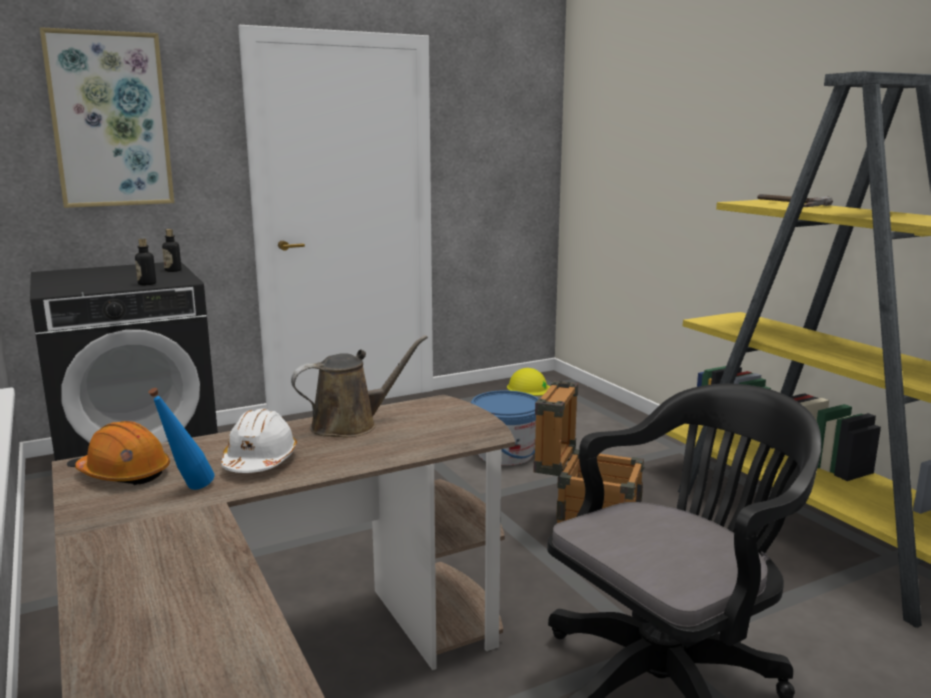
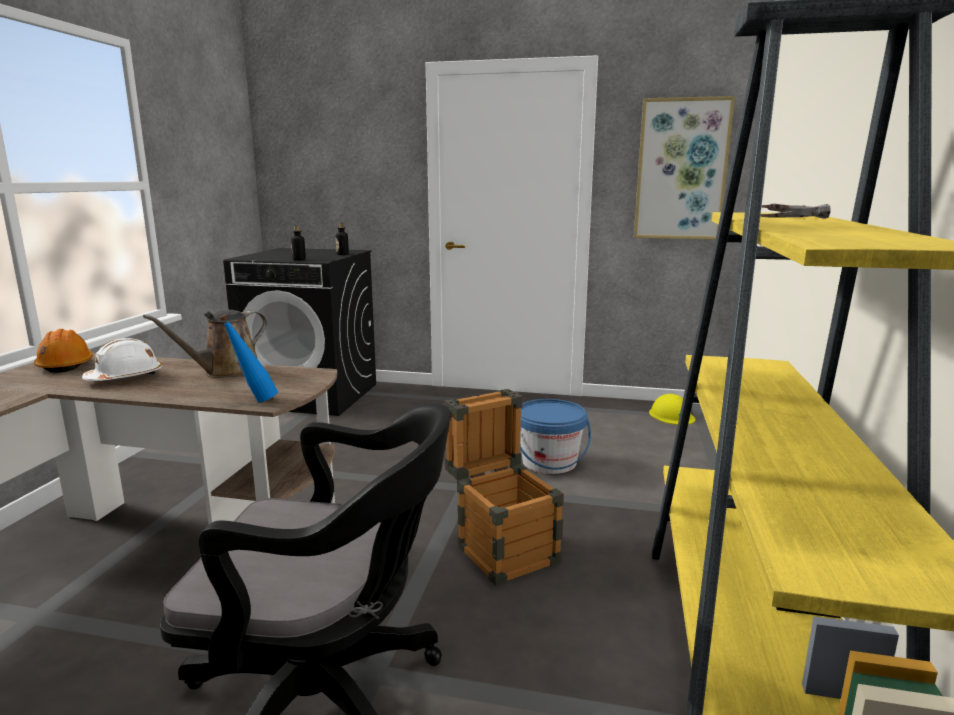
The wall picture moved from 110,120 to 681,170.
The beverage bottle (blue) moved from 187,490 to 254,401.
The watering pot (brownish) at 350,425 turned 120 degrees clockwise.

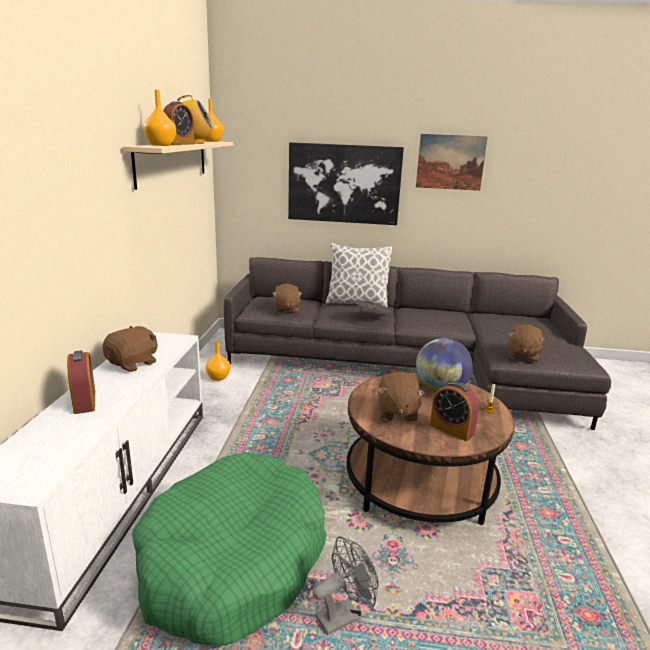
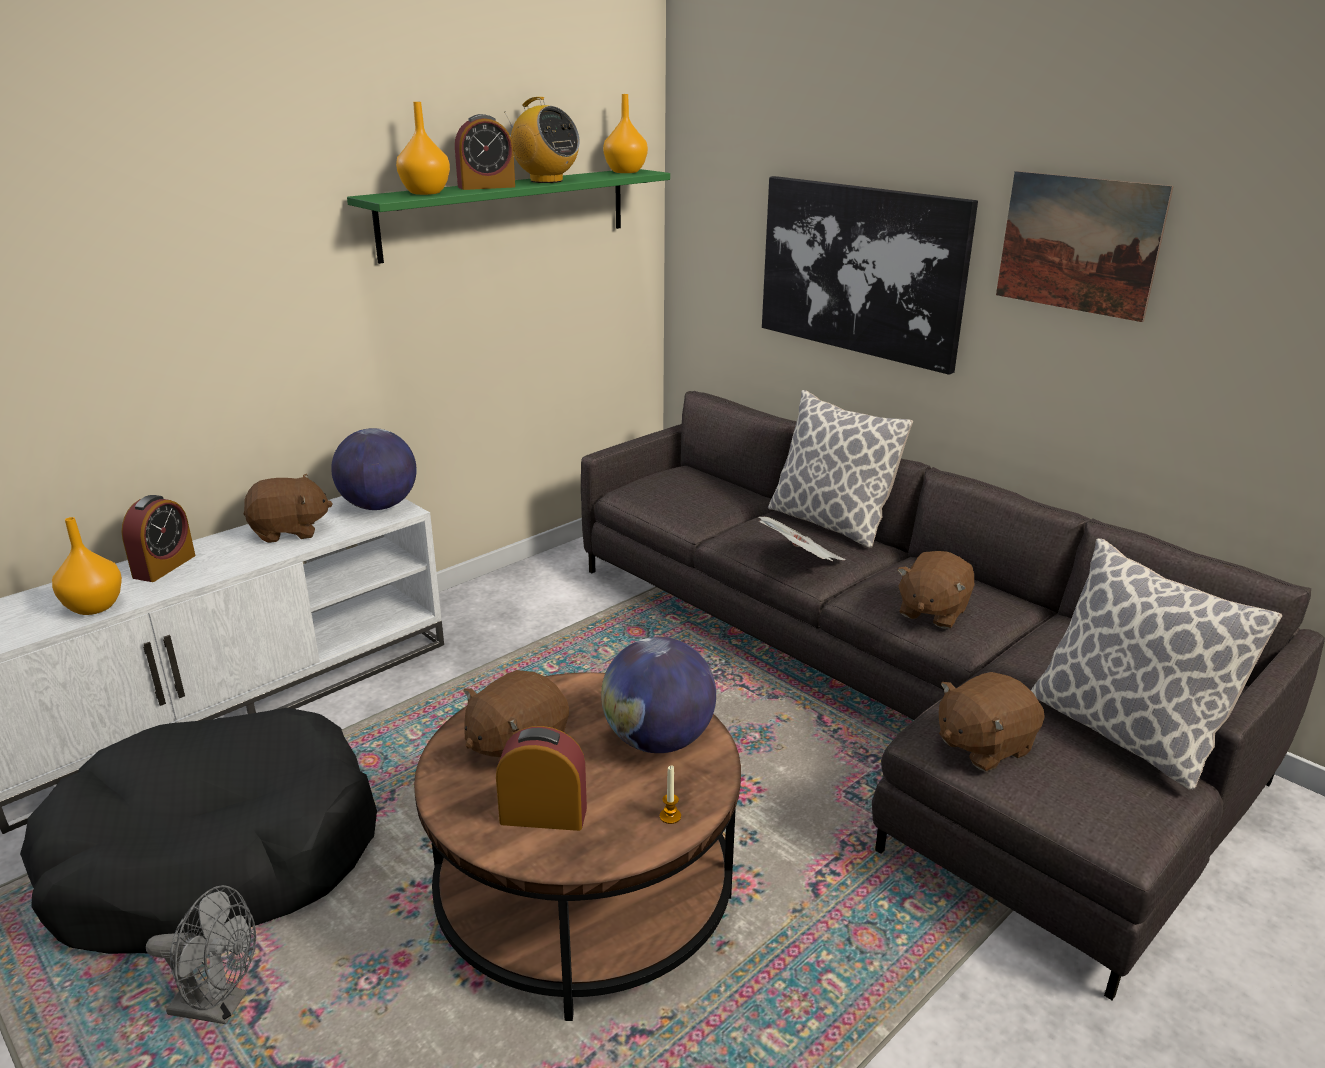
The wall shelf (sand-coloured) at 173,161 became the wall shelf (green-coloured) at 507,212.
The dog cushion (green-coloured) at 233,560 became the dog cushion (black) at 216,857.
The flower vase (orange) moved from 219,377 to 95,607.
The soft toy (brownish) moved from 286,310 to 932,612.
The bedside clock at 451,429 turned 105 degrees clockwise.
The world globe at 379,506 appeared.
The pillow at 1122,732 appeared.

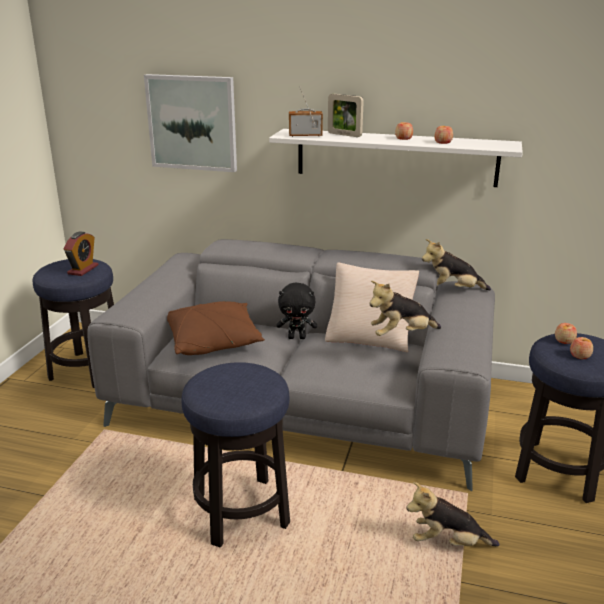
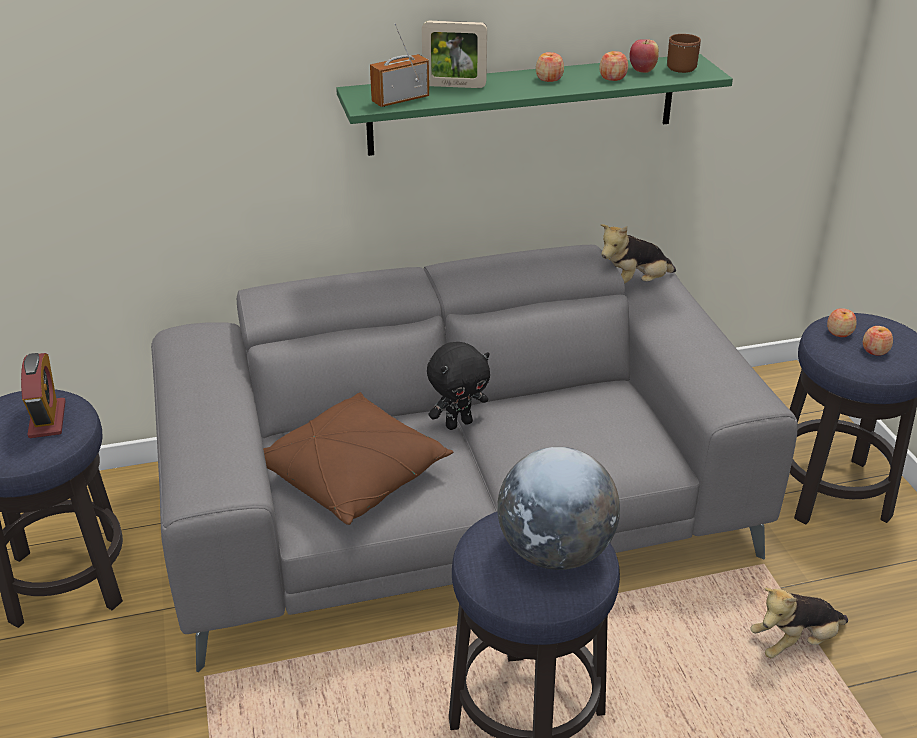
The wall picture at 192,123 disappeared.
The wall shelf (white-coloured) at 396,157 became the wall shelf (green-coloured) at 523,104.
The pillow (sand-coloured) at 370,336 disappeared.
The soft toy at 401,335 disappeared.
The world globe at 555,551 appeared.
The apple at 642,70 appeared.
The coffee mug (brownish) at 679,66 appeared.

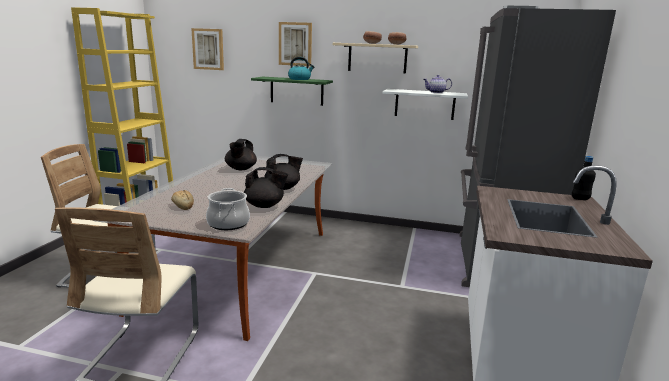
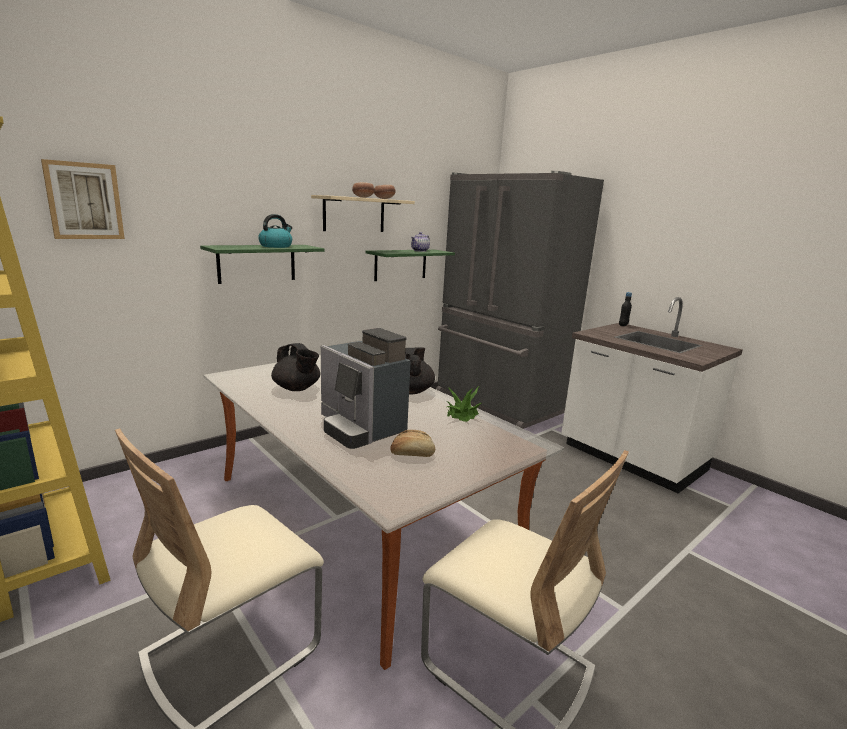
The cooking pot at 228,224 disappeared.
The tea pot (black) at 265,206 was replaced by the houseplant at 463,414.
The wall picture at 295,44 disappeared.
The wall shelf (white-coloured) at 424,104 became the wall shelf (green-coloured) at 400,264.
The coffee machine at 360,428 appeared.

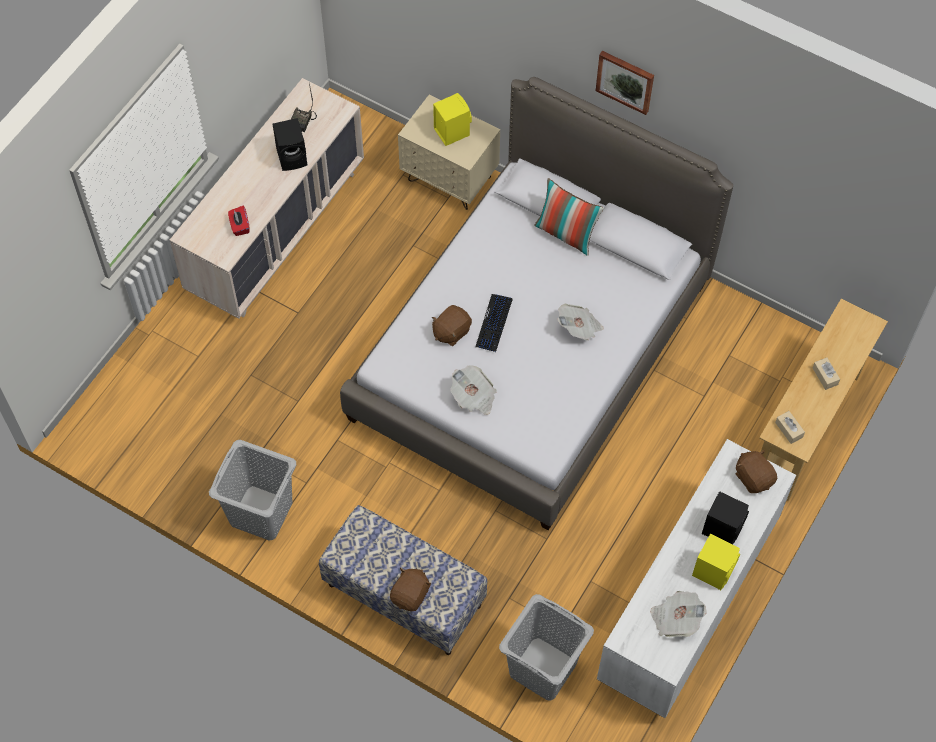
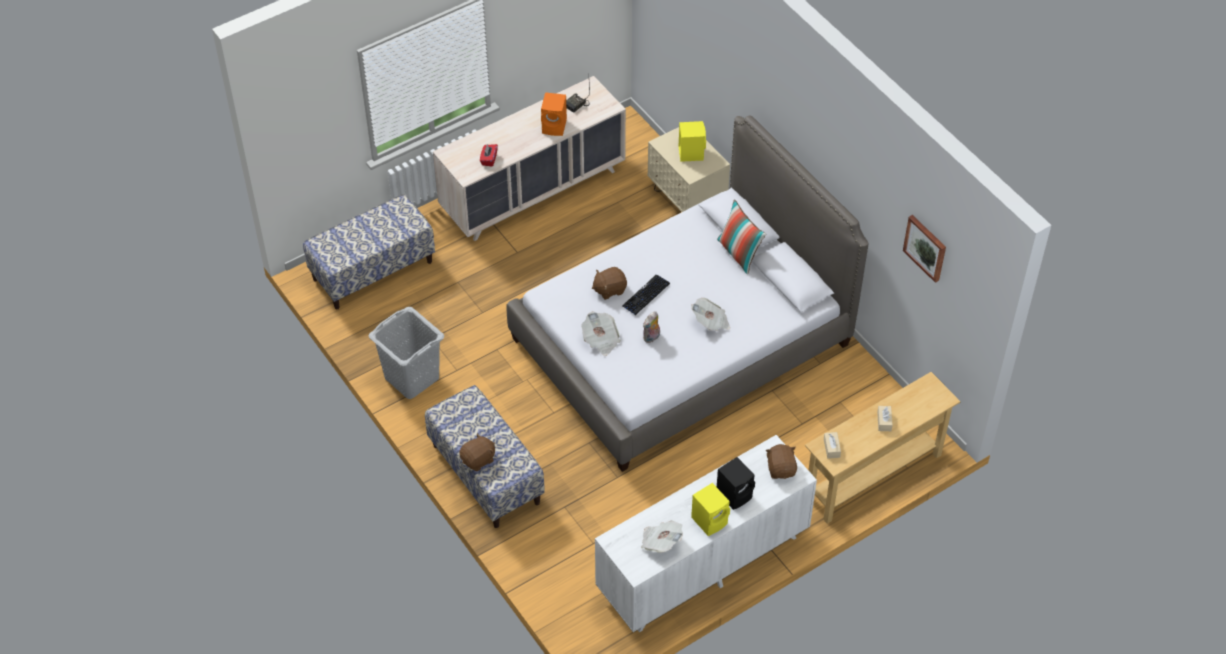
The speaker (black) at 293,157 became the speaker (orange) at 555,127.
The hamper (gray) at 543,668 disappeared.
The wall picture moved from 625,81 to 925,247.
The long seat at 373,270 appeared.
The soft toy at 651,338 appeared.

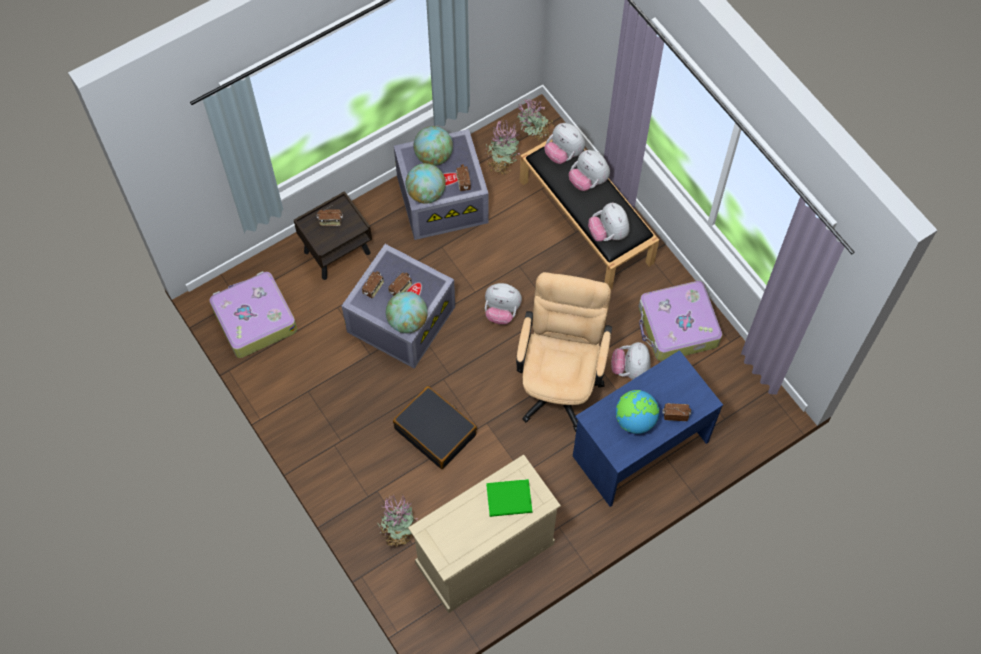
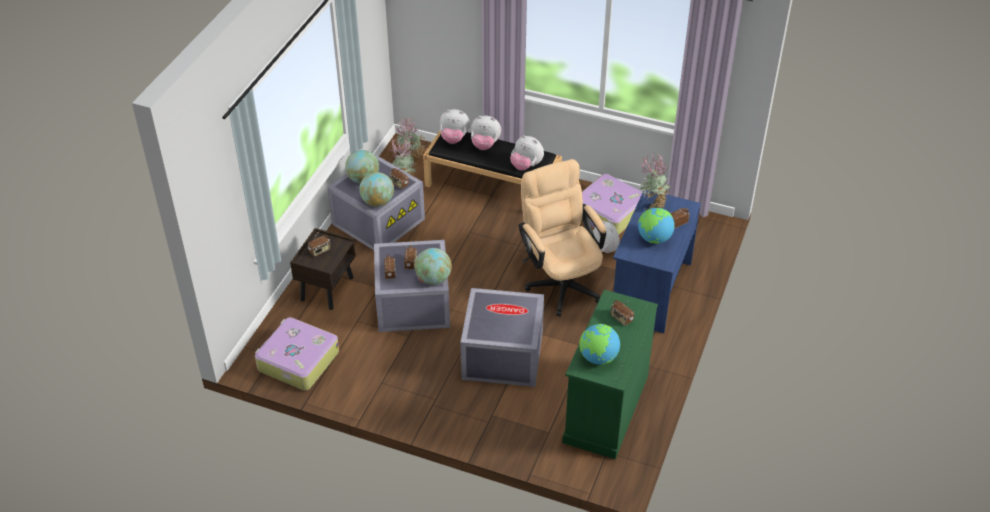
The houseplant moved from 398,532 to 652,204.
The piece of luggage (black) at 435,431 was replaced by the storage bin (gray) at 501,356.
The dresser (sand-coloured) at 484,553 became the dresser (green-coloured) at 605,408.
The soft toy at 501,311 disappeared.
The volume (green-coloured) at 510,499 was replaced by the radio at 621,318.
The world globe at 598,358 appeared.

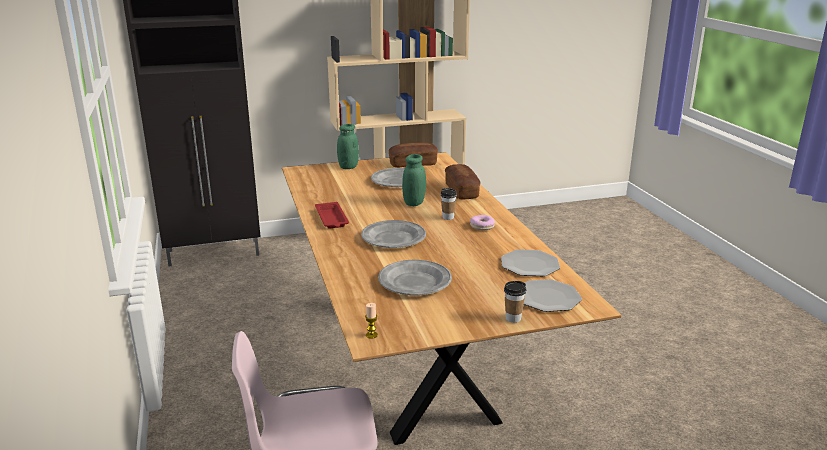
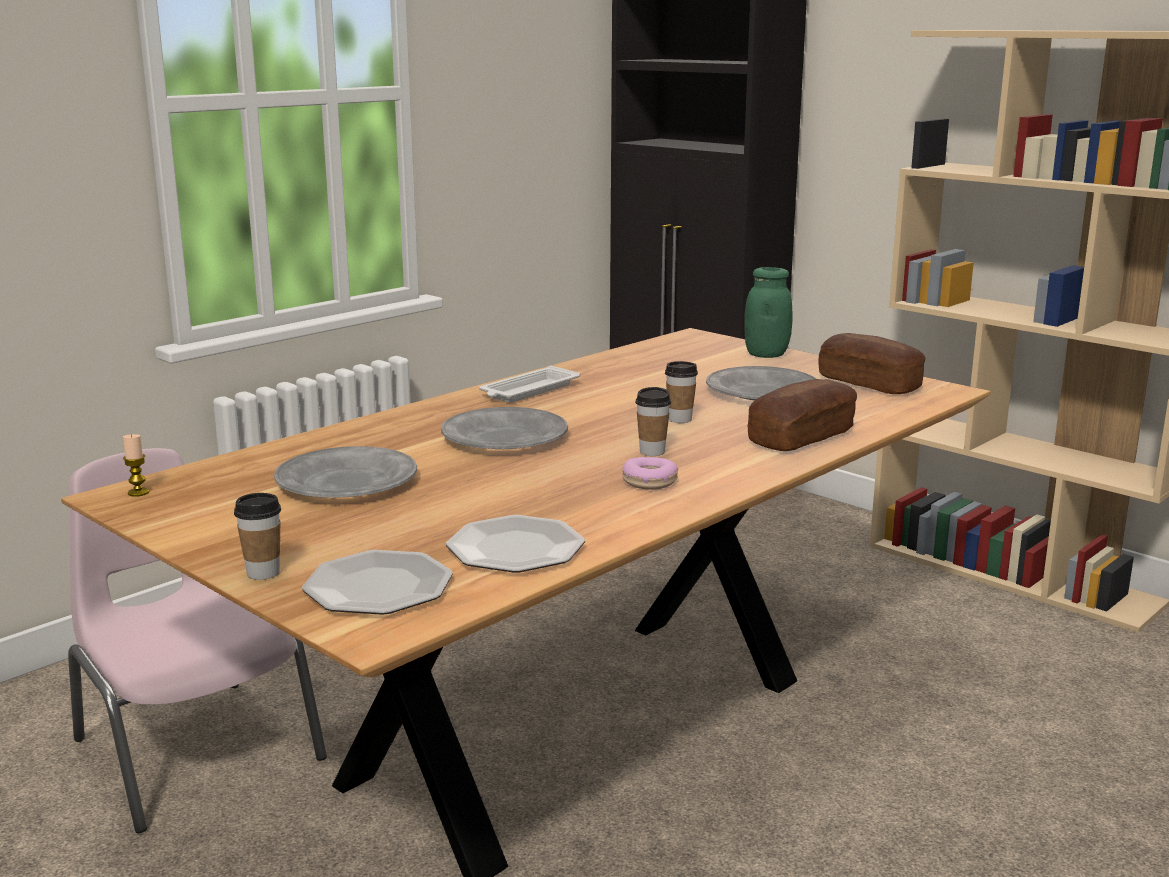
The serving tray (red) at 332,219 became the serving tray (white-coloured) at 528,391.
The preserve jar (green-coloured) at 414,203 was replaced by the drinking cup at 680,419.

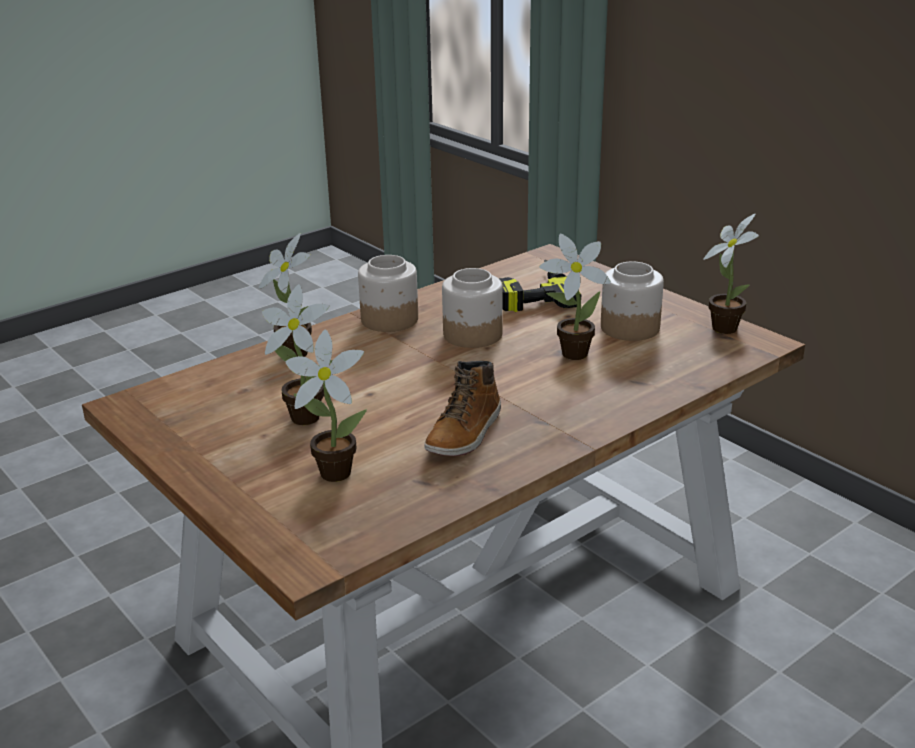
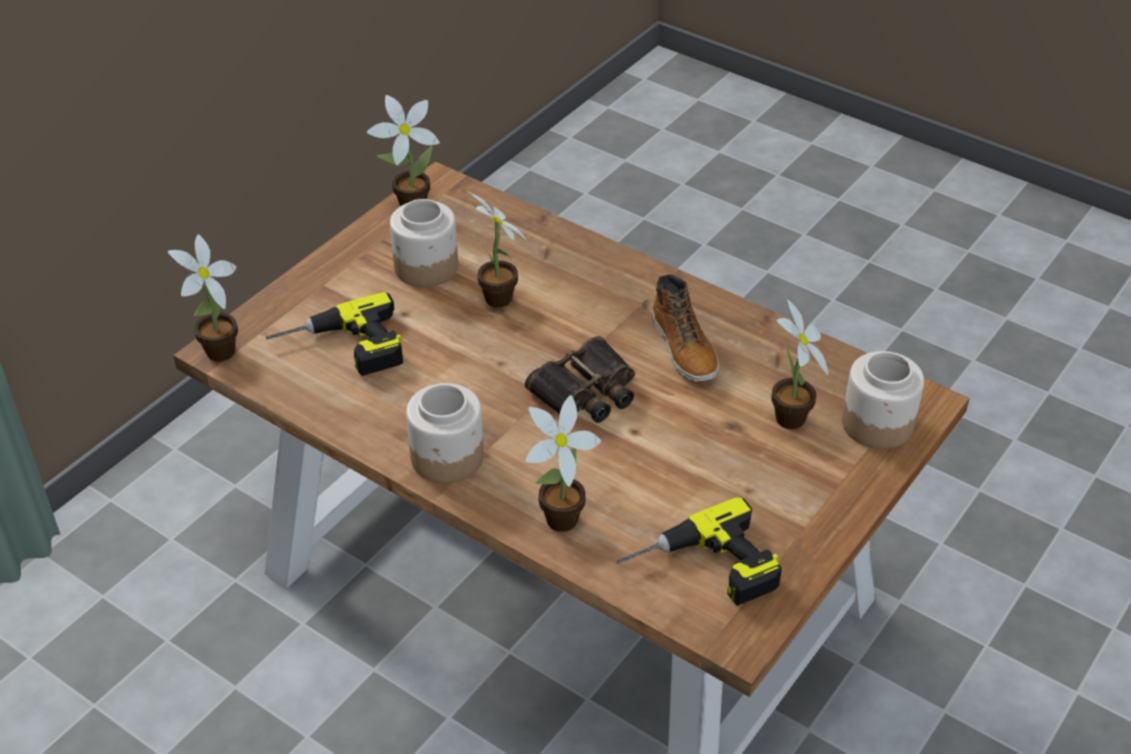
The houseplant moved from 302,416 to 217,355.
The boot at 465,433 turned 60 degrees clockwise.
The preserve jar moved from 473,335 to 878,424.
The field glasses at 586,392 appeared.
The power drill at 702,571 appeared.

